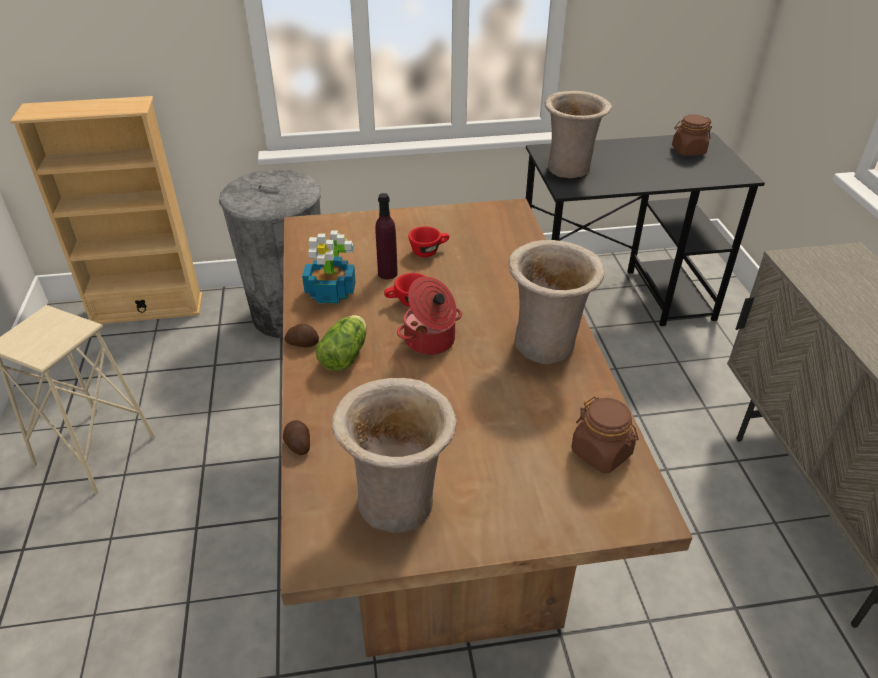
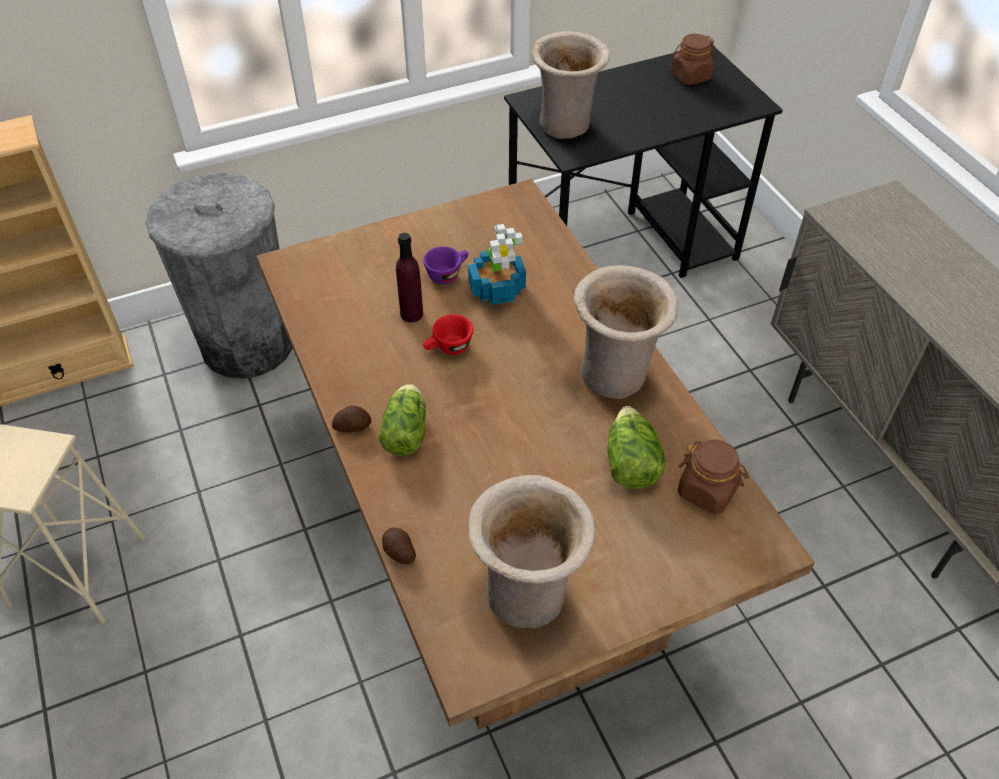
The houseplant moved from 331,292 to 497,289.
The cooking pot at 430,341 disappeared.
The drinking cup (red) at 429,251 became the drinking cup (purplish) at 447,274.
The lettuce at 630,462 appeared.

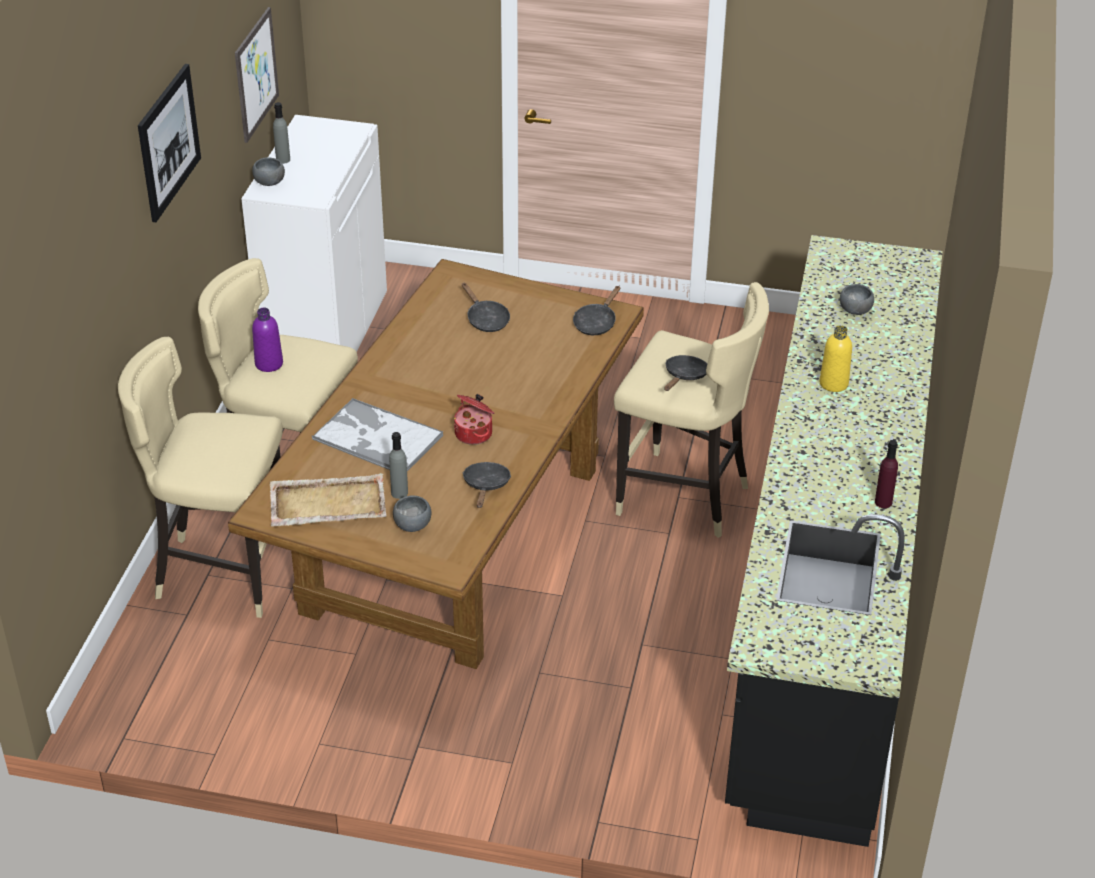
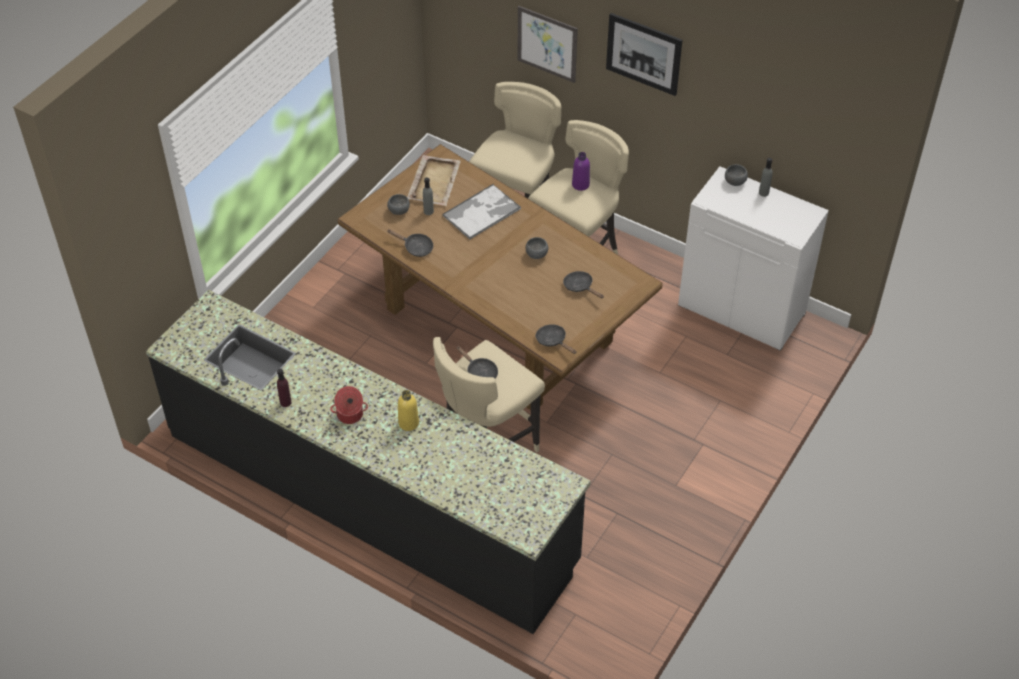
The wall picture moved from 256,74 to 547,44.
The cooking pot moved from 474,433 to 350,415.
The pan (black) at 485,319 turned 60 degrees clockwise.
The serving bowl (gray) moved from 854,310 to 537,254.

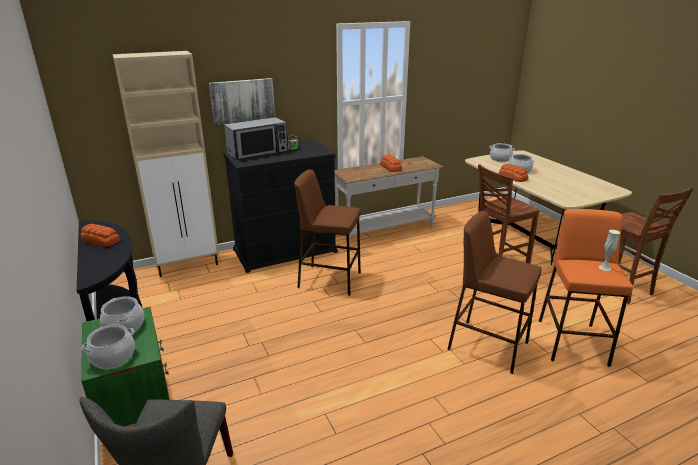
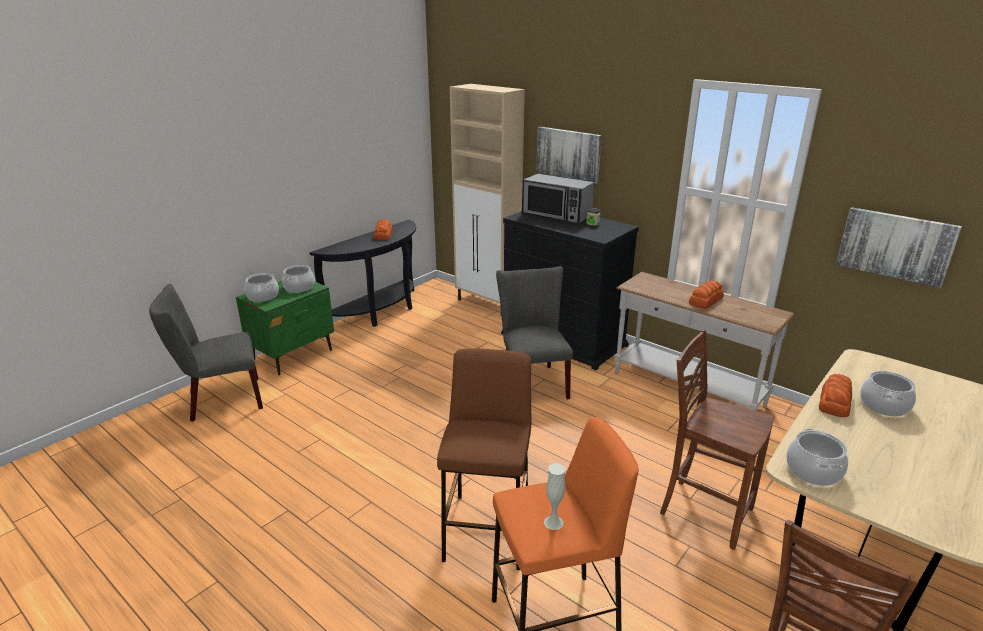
The sitting stool (brownish) at 329,280 was replaced by the upright chair (gray) at 531,381.
The cooking pot moved from 500,159 to 813,471.
The wall picture at 895,245 appeared.

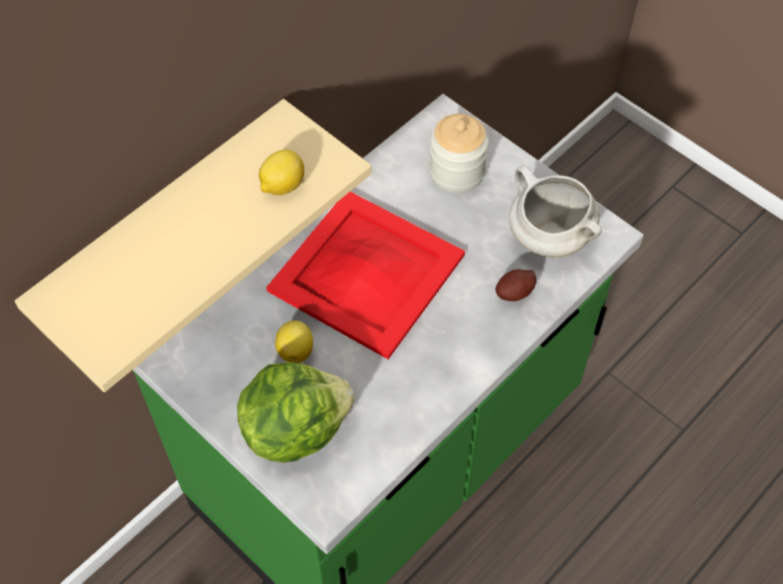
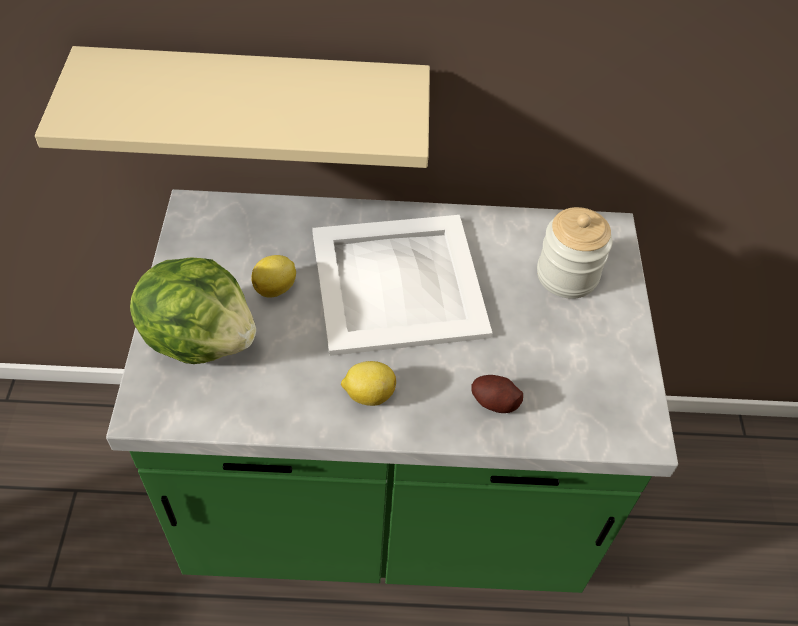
The lemon moved from 282,186 to 368,394.
The serving tray (red) at 364,273 became the serving tray (white-coloured) at 396,282.
The cooking pot (white-coloured) at 548,236 disappeared.

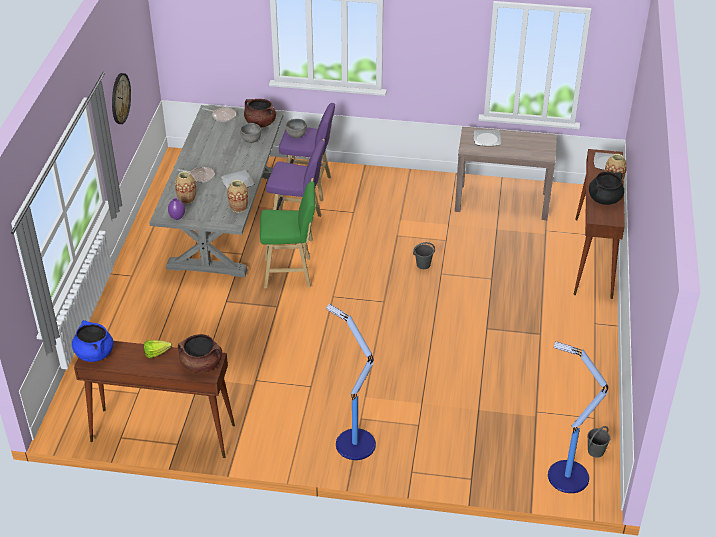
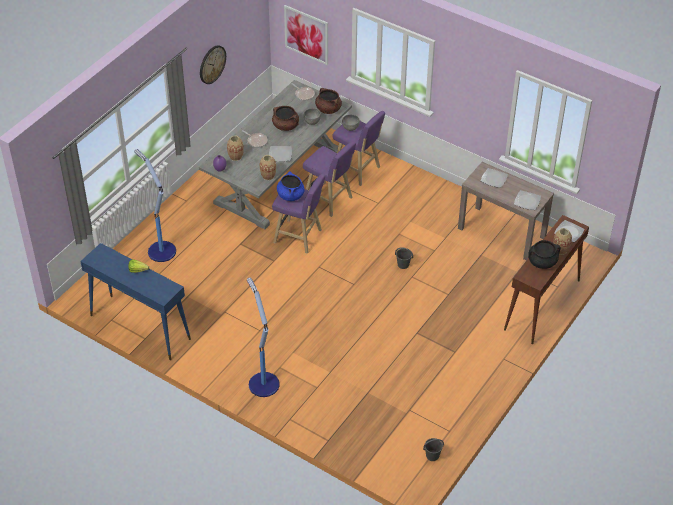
The cooking pot (blue) moved from 94,353 to 290,195.
The console table (brownish) at 162,433 became the console table (blue) at 139,327.
The cooking pot (brownish) moved from 201,364 to 286,126.
The sitting stool (green-coloured) at 290,273 became the sitting stool (purplish) at 299,237.
The standard lamp moved from 566,476 to 161,251.
The wall picture at 306,34 appeared.
The dinner plate at 527,201 appeared.

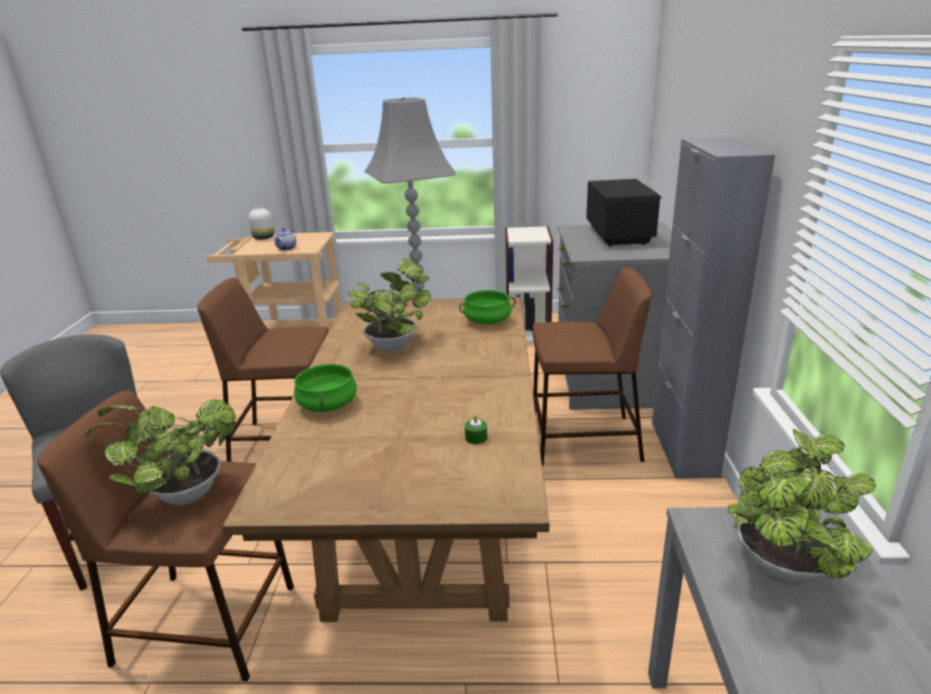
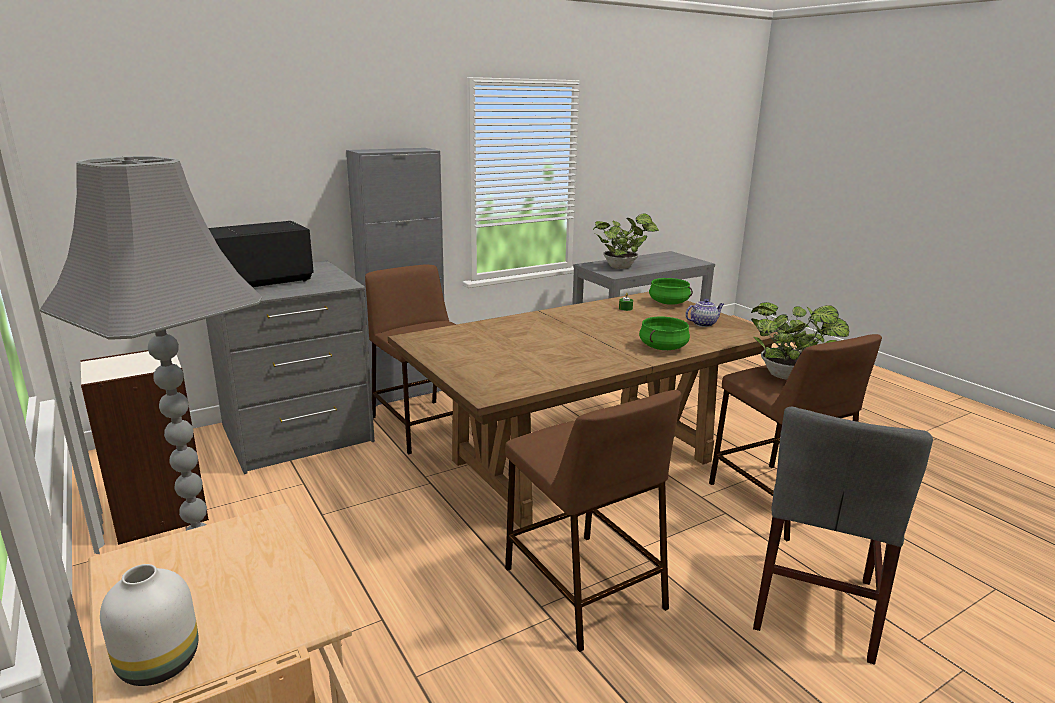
The tea pot moved from 286,248 to 703,324.
The houseplant at 394,345 disappeared.
The cooking pot (green-coloured) moved from 487,321 to 669,303.

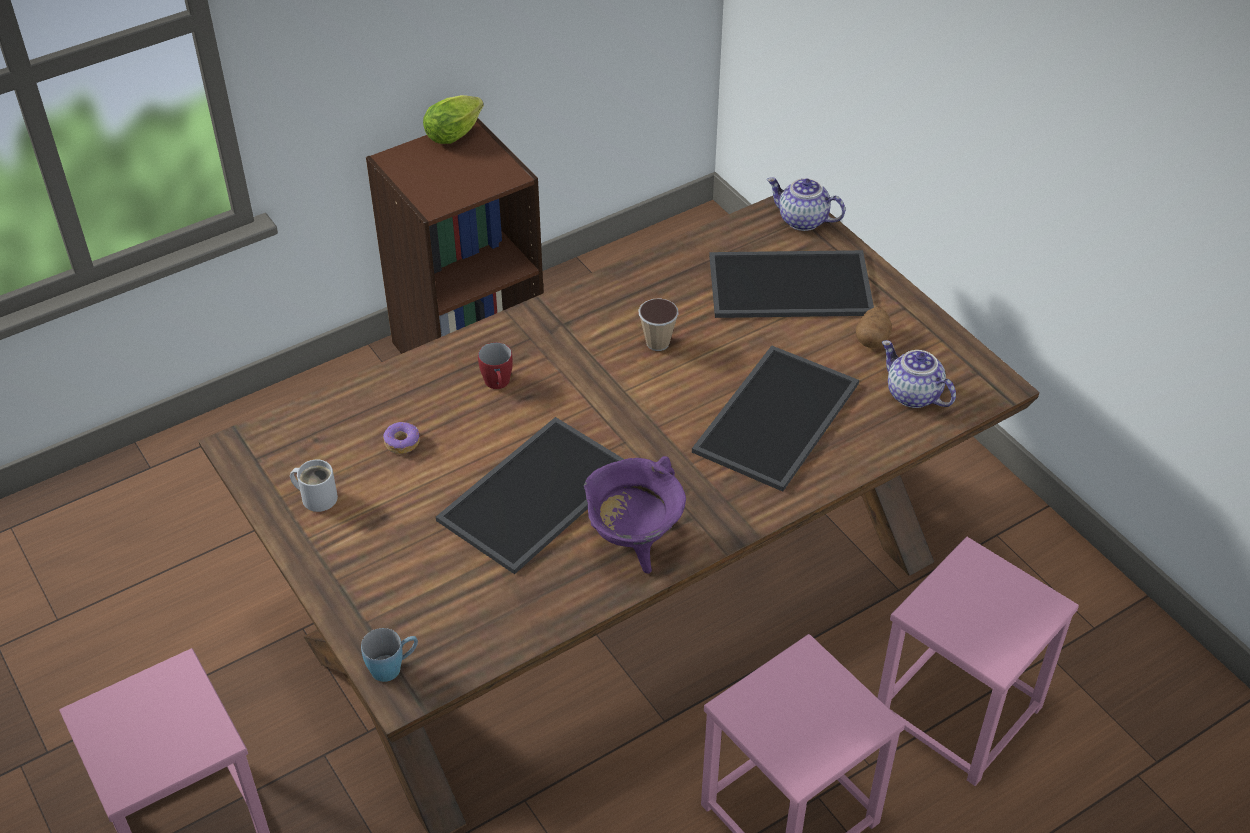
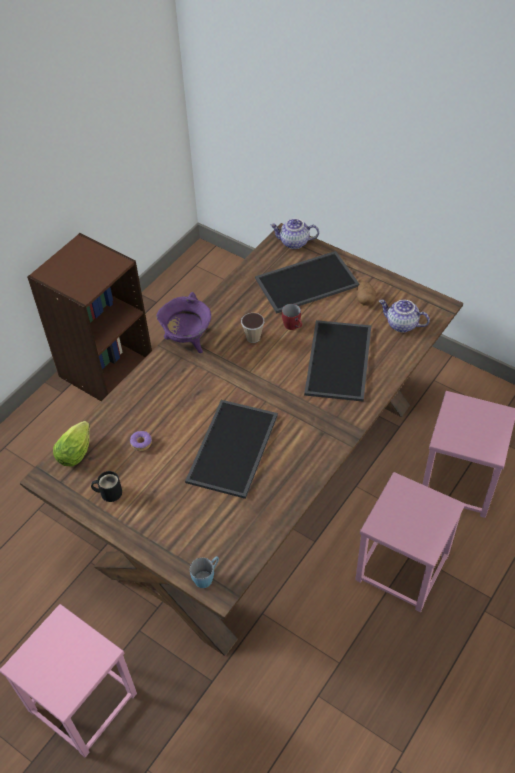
The coffee mug (white-coloured) at 317,496 became the coffee mug (black) at 109,492.
The lettuce moved from 456,133 to 77,450.
The coffee mug (red) moved from 498,385 to 293,327.
The cooking pot (purplish) moved from 634,543 to 187,341.

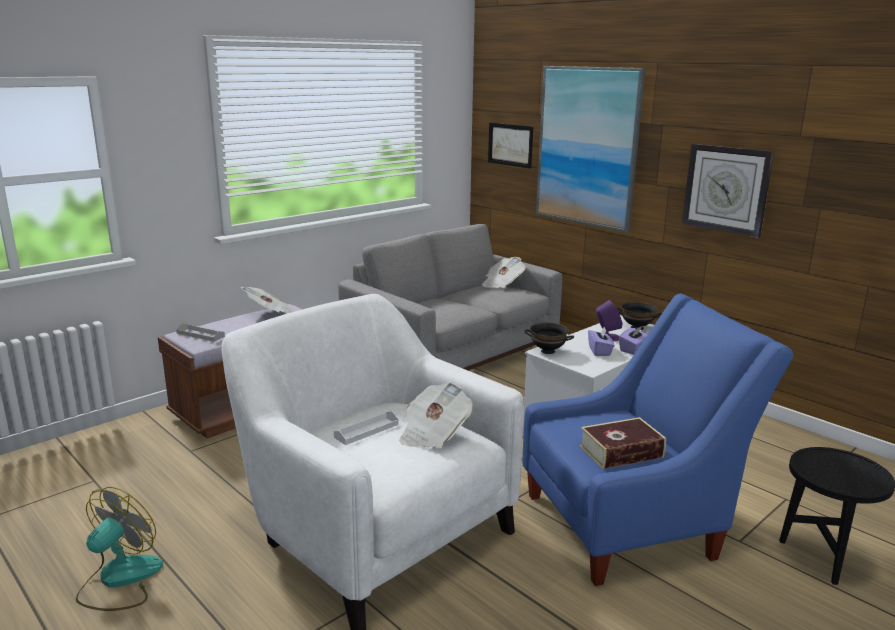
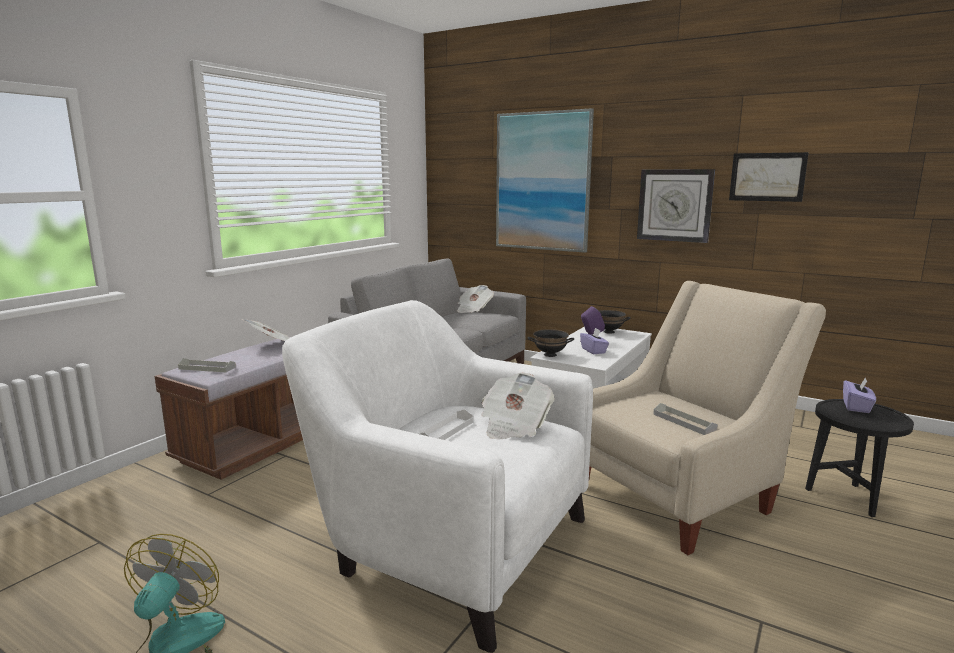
The wall picture moved from 510,145 to 767,177.
The armchair (blue) at 631,523 became the armchair (sand-coloured) at 680,494.
The volume at 621,452 was replaced by the serving tray (gray) at 684,422.
The tissue box (purplish) moved from 633,349 to 856,407.

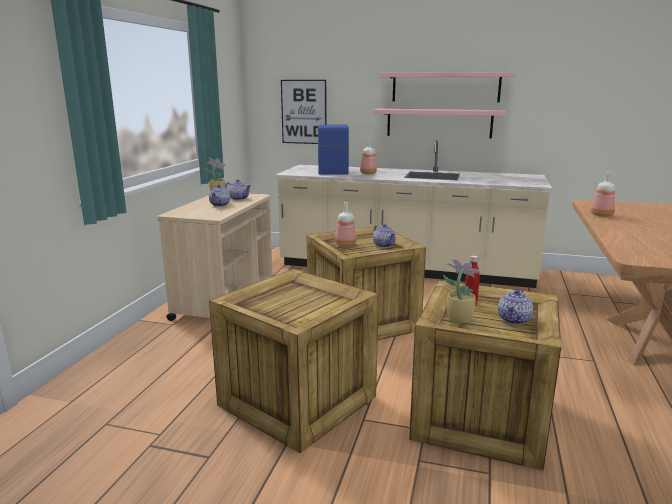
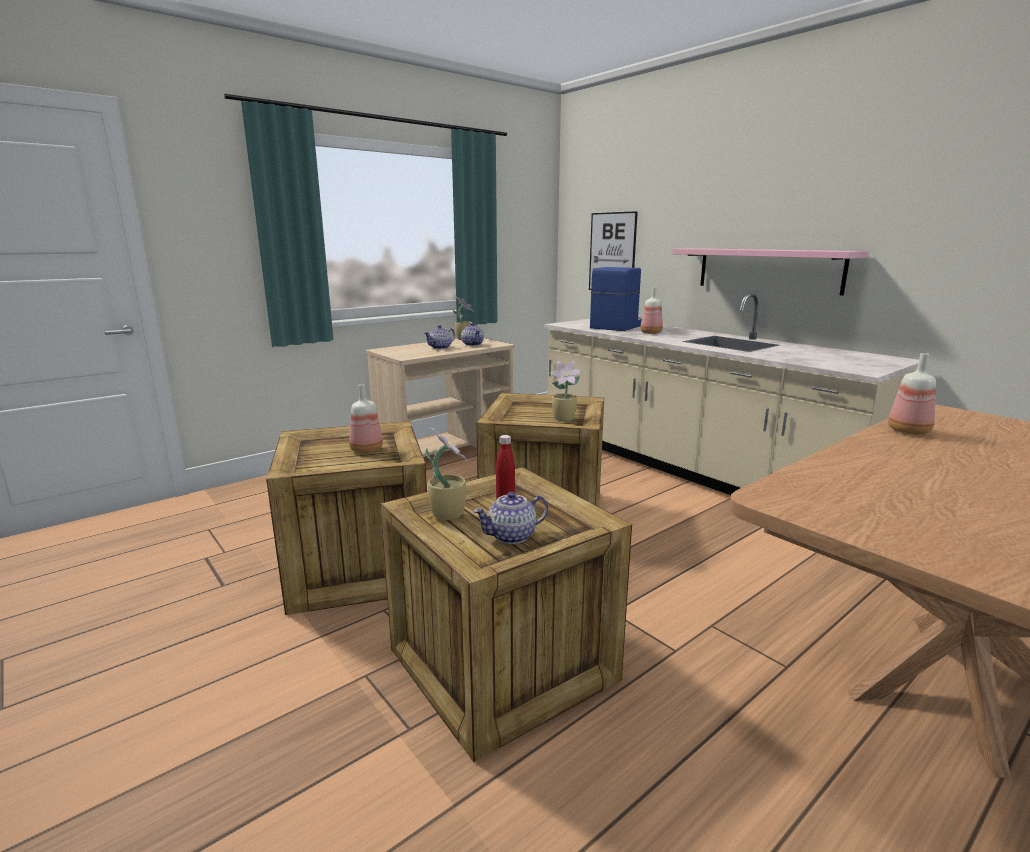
The beverage bottle moved from 346,245 to 366,450.
The tea pot at 384,245 was replaced by the houseplant at 565,419.
The wall shelf (pink) at 445,87 disappeared.

